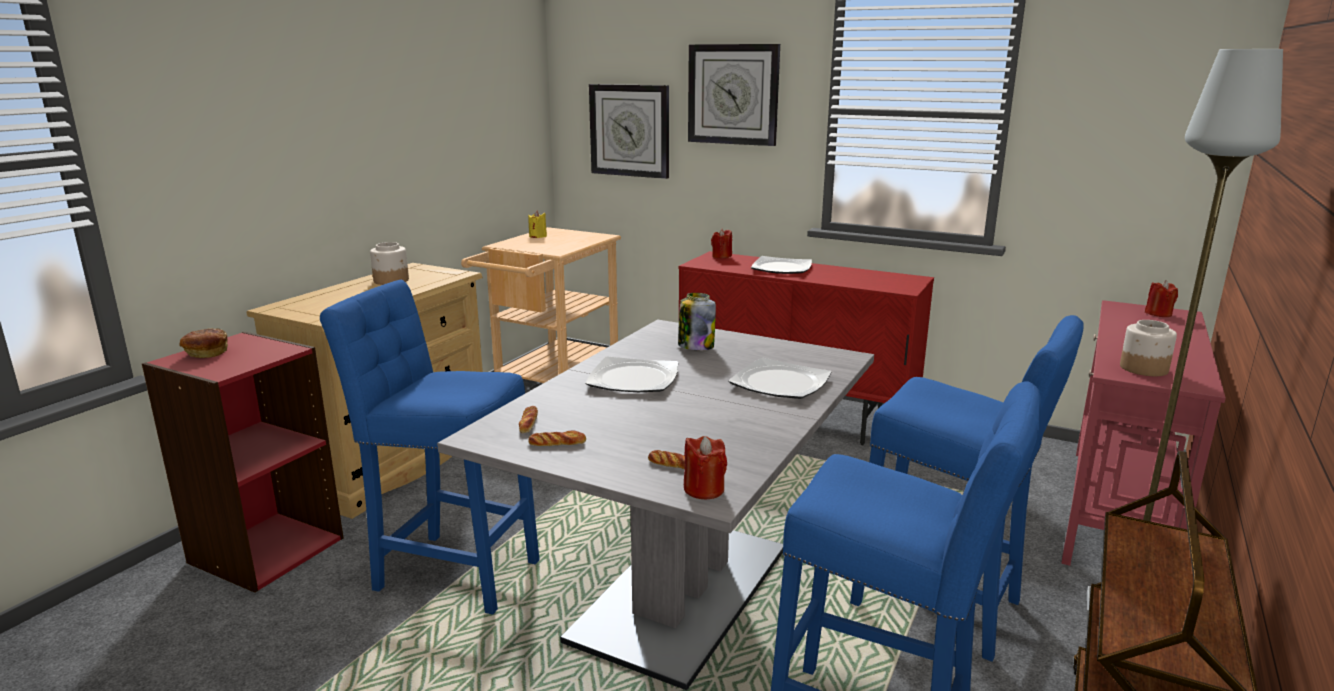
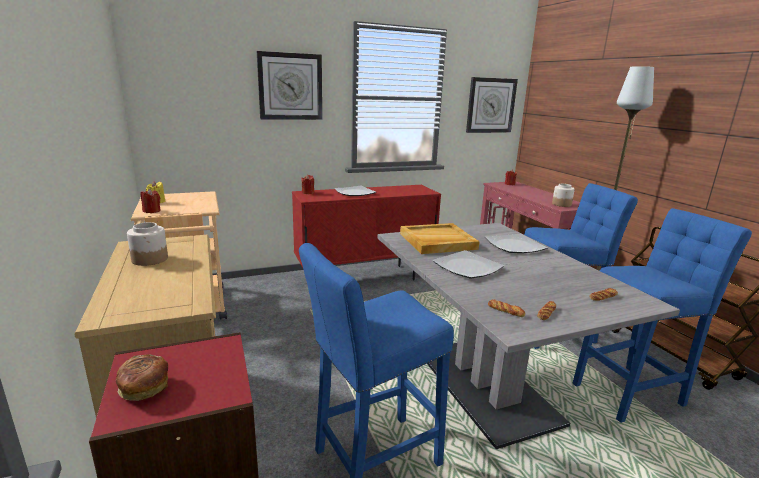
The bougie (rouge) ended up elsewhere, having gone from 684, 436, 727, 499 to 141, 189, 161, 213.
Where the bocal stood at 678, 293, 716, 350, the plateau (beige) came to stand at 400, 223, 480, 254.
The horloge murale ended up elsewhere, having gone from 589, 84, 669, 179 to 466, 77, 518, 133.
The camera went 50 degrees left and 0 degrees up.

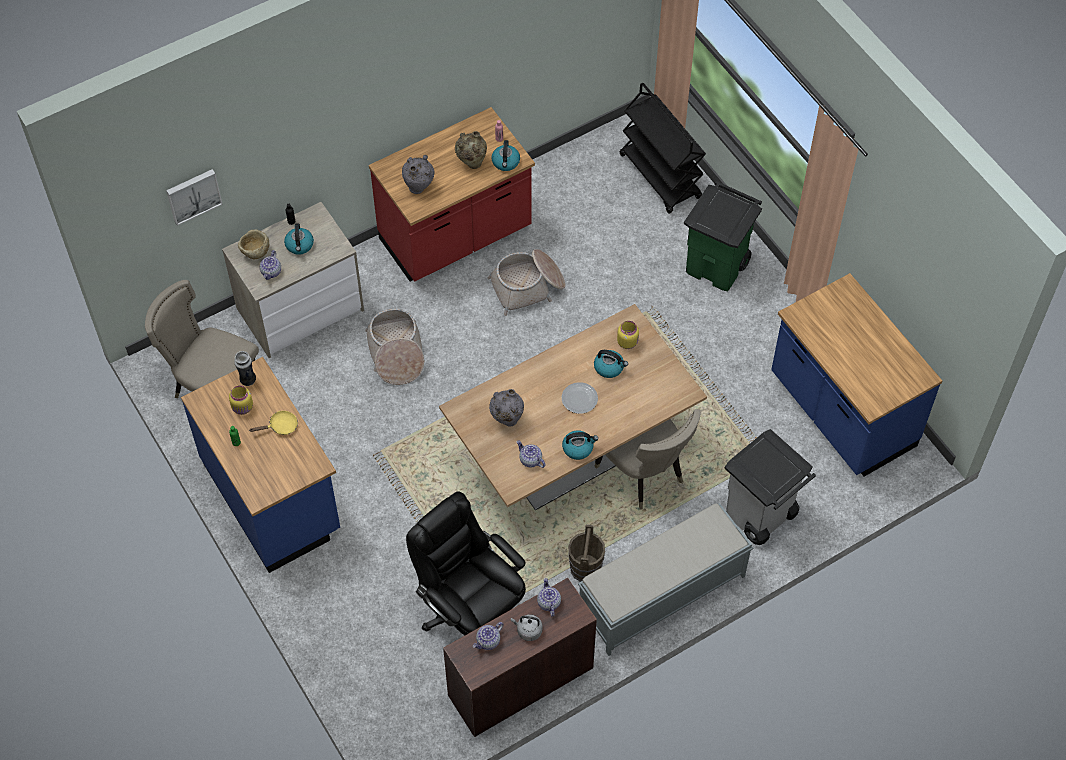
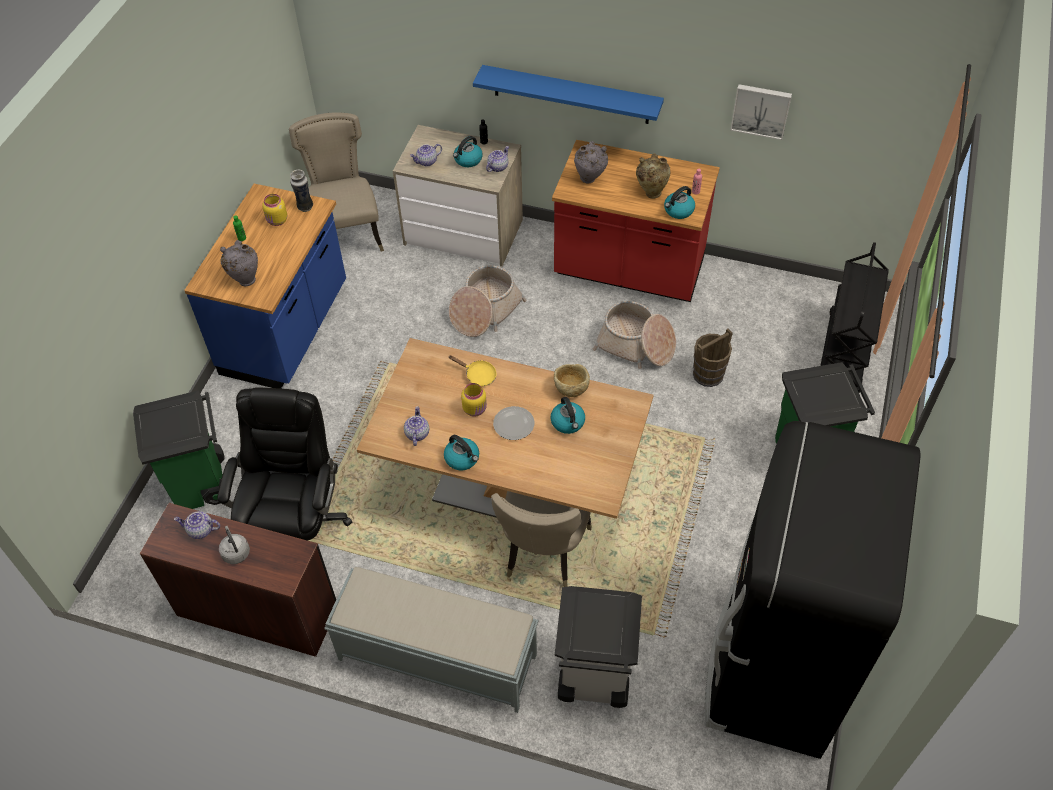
The second view gained the poubelle (vert) at 133, 391, 231, 509.
The vase (gris) ended up elsewhere, having gone from 489, 389, 524, 426 to 220, 240, 258, 286.
The poêle (jaune) ended up elsewhere, having gone from 249, 411, 298, 435 to 448, 355, 496, 386.
The bocal (jaune) ended up elsewhere, having gone from 617, 321, 639, 349 to 461, 383, 487, 417.
The second view gained the étagère (bleu) at 473, 65, 664, 124.
The théière ended up elsewhere, having gone from 537, 578, 561, 617 to 486, 146, 509, 172.
The bol (beige) ended up elsewhere, having gone from 238, 229, 269, 259 to 554, 364, 590, 397.
The seau (marron) ended up elsewhere, having gone from 568, 525, 605, 582 to 693, 328, 733, 387.
Where the comptoir de cuisine (bleu) stood at 771, 273, 942, 477, the réfrigérateur (noir) came to stand at 704, 421, 921, 759.
The tableau ended up elsewhere, having gone from 166, 169, 222, 226 to 730, 84, 792, 140.
The camera went 50 degrees right and 5 degrees down.

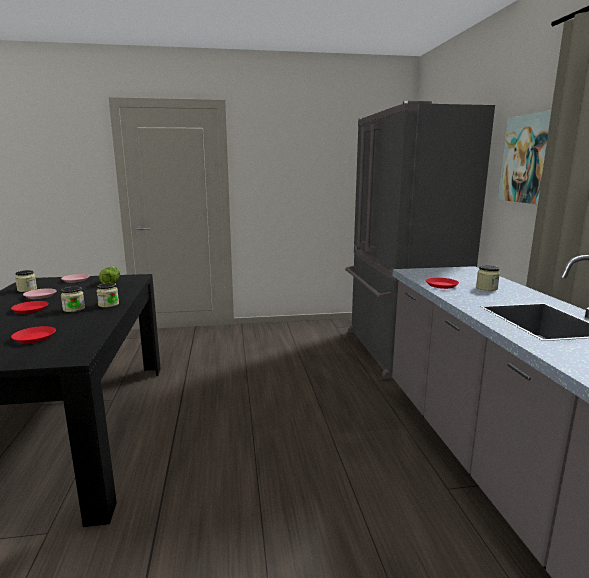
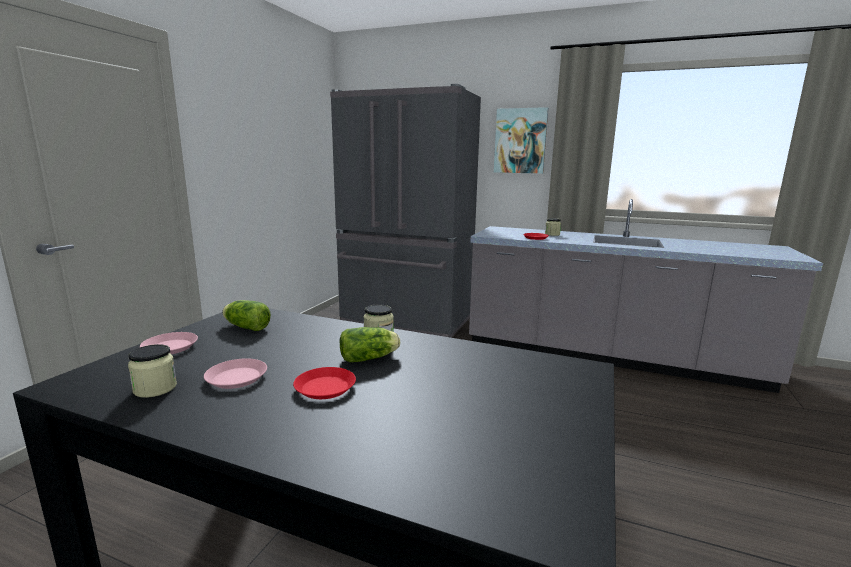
Where the bocal stood at 61, 286, 85, 312, the laitue came to stand at 340, 327, 400, 362.
The second view lost the assiette (rouge) at 11, 326, 56, 343.
The camera went 60 degrees left and 0 degrees up.

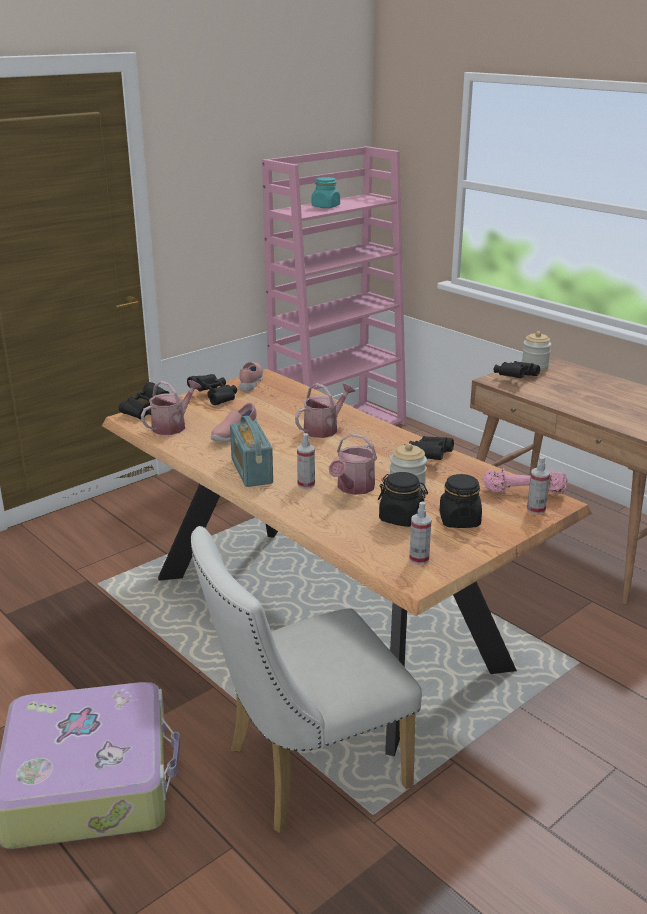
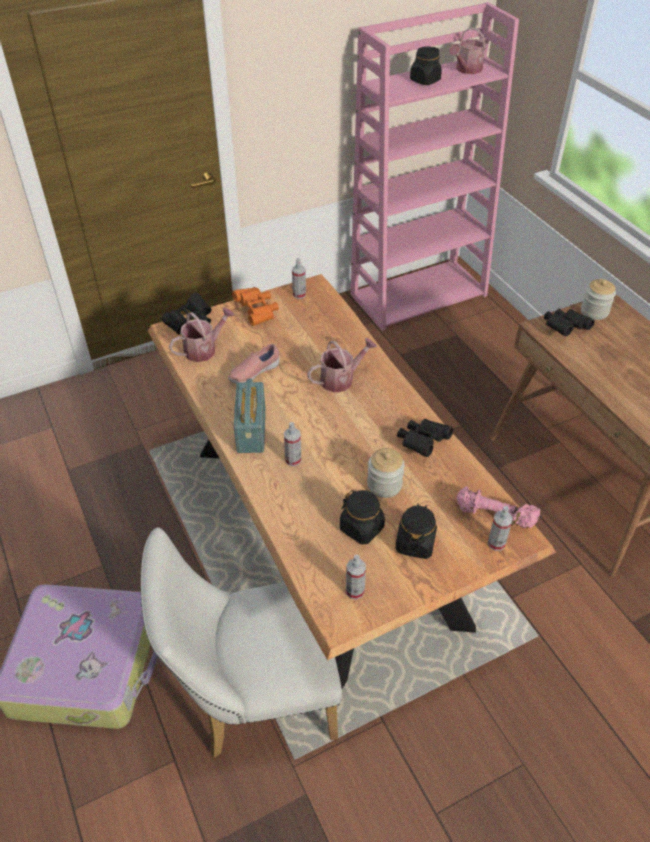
What was the jumelles (noir) at 187, 374, 237, 405 turned into the jumelles (orange) at 232, 287, 279, 326.
Where the chaussure (rose) stood at 240, 362, 263, 391, the vaporisateur came to stand at 292, 258, 306, 299.
What was the bocal (turquoise) at 312, 177, 340, 208 turned into the bocal (noir) at 410, 46, 442, 85.
The arrosoir ended up elsewhere, having gone from 329, 433, 377, 495 to 449, 27, 487, 74.
The camera went 15 degrees right and 20 degrees up.

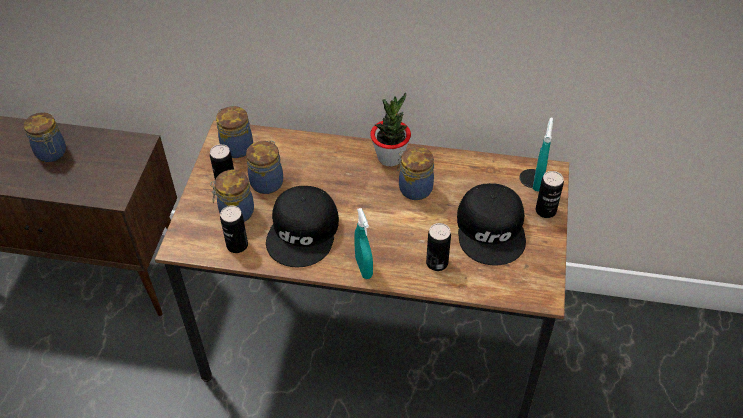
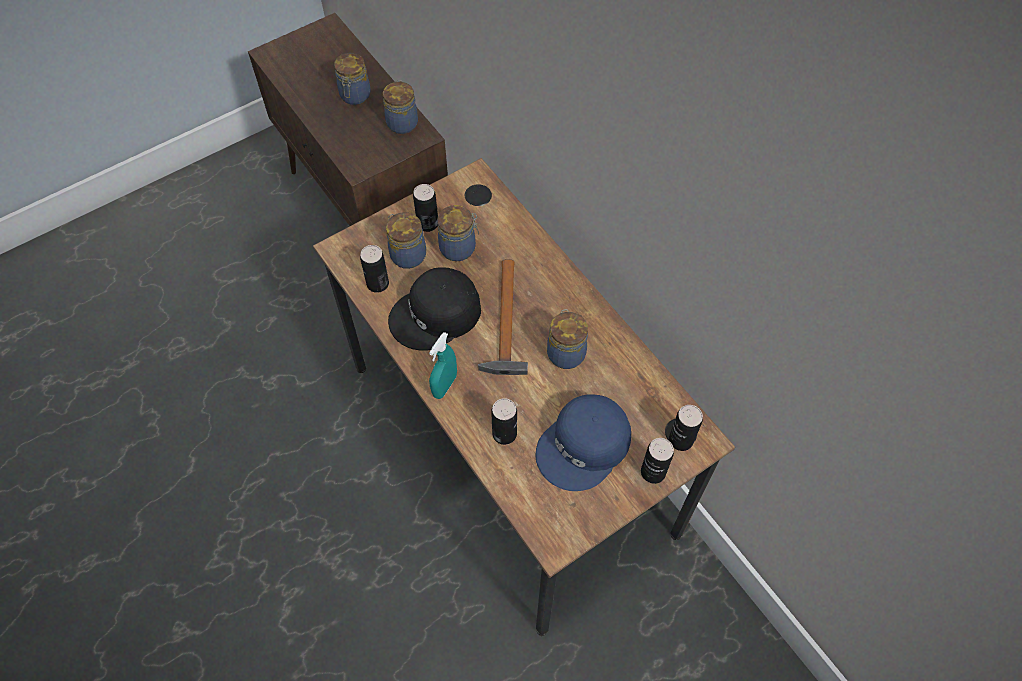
The bocal ended up elsewhere, having gone from 216, 106, 253, 158 to 383, 81, 418, 134.
The second view gained the marteau at 478, 259, 528, 375.
What was the casquette (noir) at 457, 183, 526, 265 turned into the casquette (bleu) at 535, 394, 631, 491.
Where the vaporisateur (turquoise) stood at 533, 118, 553, 192, the boîte métallique came to stand at 669, 405, 703, 451.
The second view lost the plante en pot at 370, 92, 411, 166.
The camera went 45 degrees right and 10 degrees up.

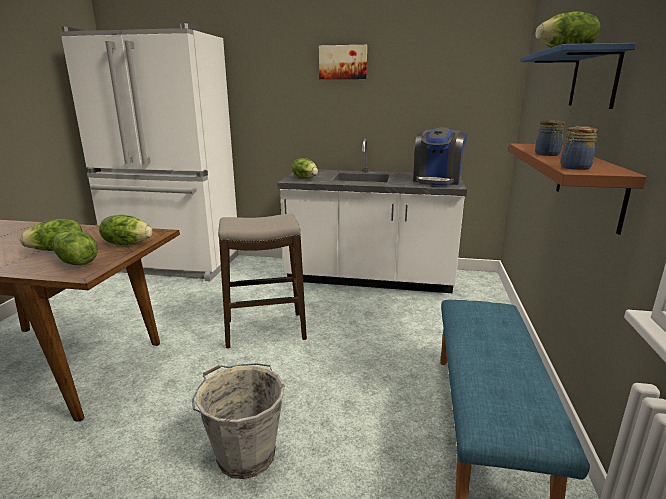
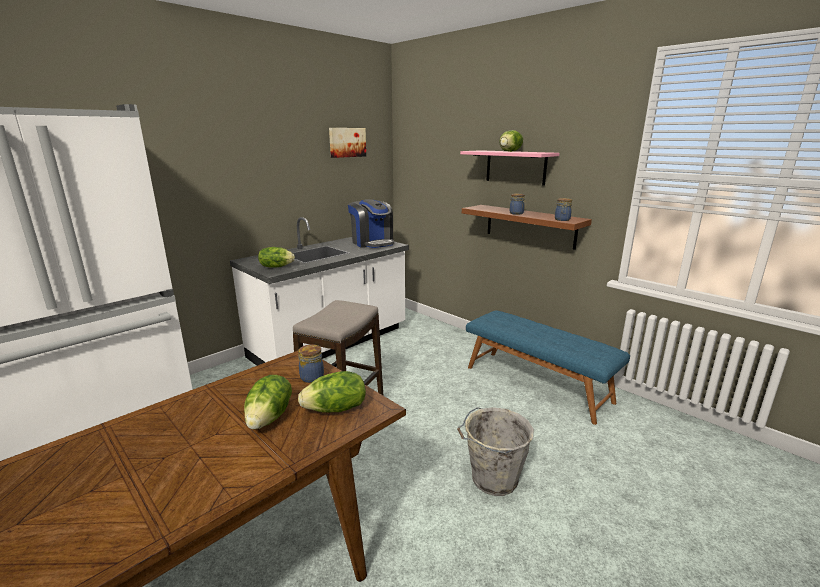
Where the laitue stood at 99, 215, 152, 245, the bocal came to stand at 298, 344, 324, 383.
The tableau ended up elsewhere, having gone from 319, 45, 367, 79 to 329, 128, 366, 158.
What was the étagère (bleu) at 520, 43, 636, 109 turned into the étagère (rose) at 460, 150, 559, 186.
The camera went 55 degrees left and 0 degrees up.

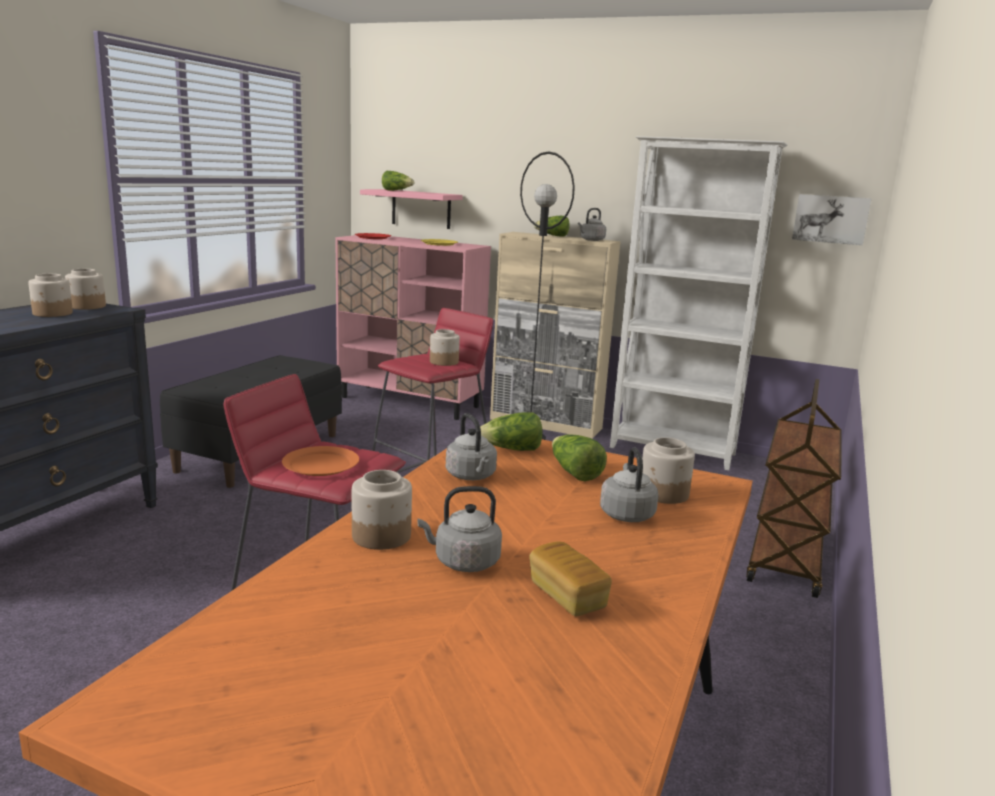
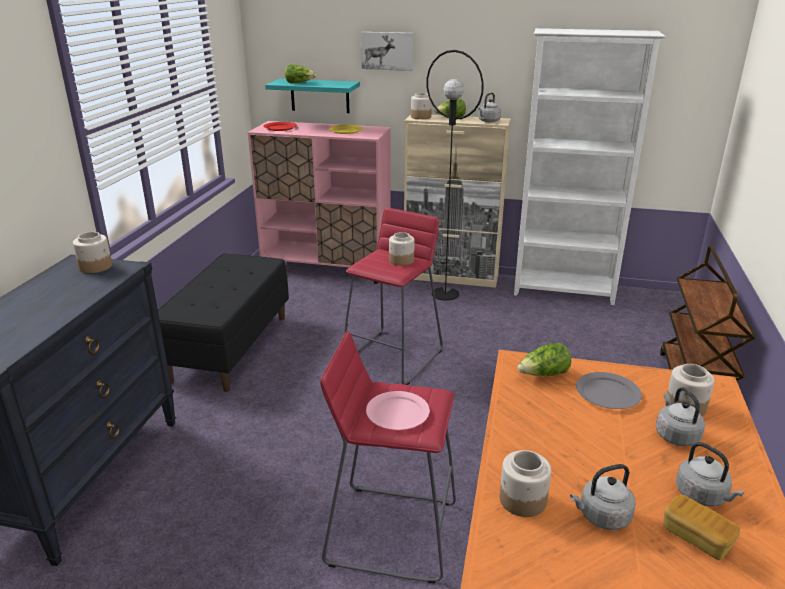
What was the étagère (rose) at 360, 189, 463, 229 turned into the étagère (turquoise) at 265, 79, 360, 113.
The tableau ended up elsewhere, having gone from 792, 194, 871, 245 to 361, 32, 413, 71.
What was the assiette (orange) at 282, 446, 359, 476 turned into the assiette (rose) at 366, 391, 430, 430.
The bocal ended up elsewhere, having gone from 28, 274, 73, 317 to 411, 93, 432, 119.
Where the laitue stood at 552, 434, 607, 481, the assiette (gris) came to stand at 576, 372, 642, 409.
The bouilloire (gris) ended up elsewhere, having gone from 446, 413, 497, 480 to 676, 442, 744, 507.
The camera went 10 degrees left and 10 degrees up.

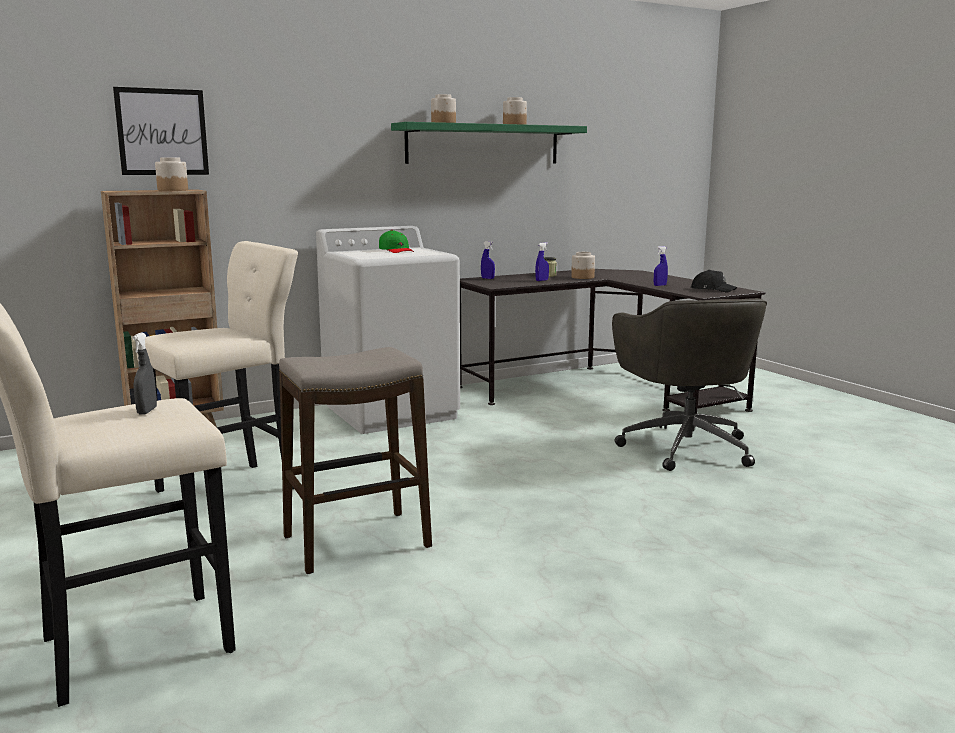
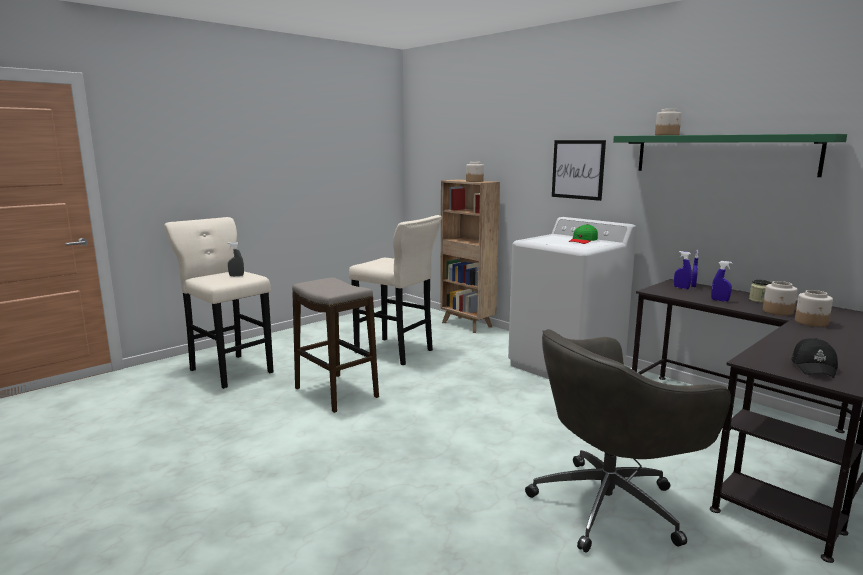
The tableau ended up elsewhere, having gone from 113, 87, 209, 175 to 552, 140, 606, 201.
The vaporisateur (bleu) ended up elsewhere, having gone from 654, 246, 668, 286 to 674, 251, 692, 289.
The bocal ended up elsewhere, having gone from 503, 97, 527, 125 to 795, 290, 833, 327.
The camera went 75 degrees right and 0 degrees up.

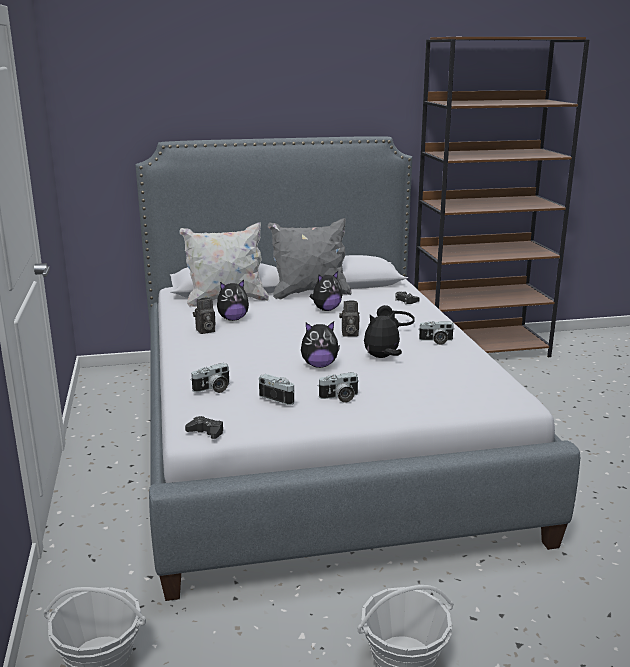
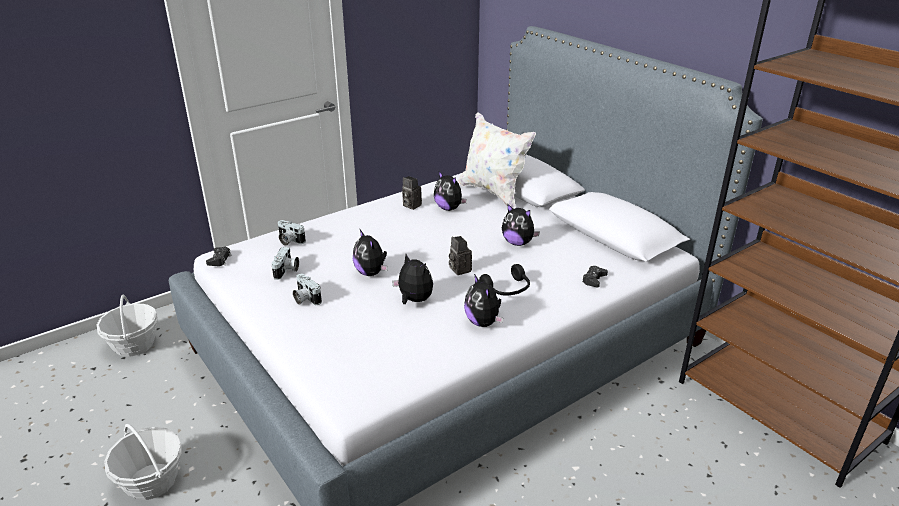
Where the appareil photo stood at 418, 321, 455, 345, the peluche came to stand at 464, 274, 503, 327.
The second view lost the coussin (gris) at 268, 218, 352, 299.
The camera went 65 degrees right and 10 degrees up.

